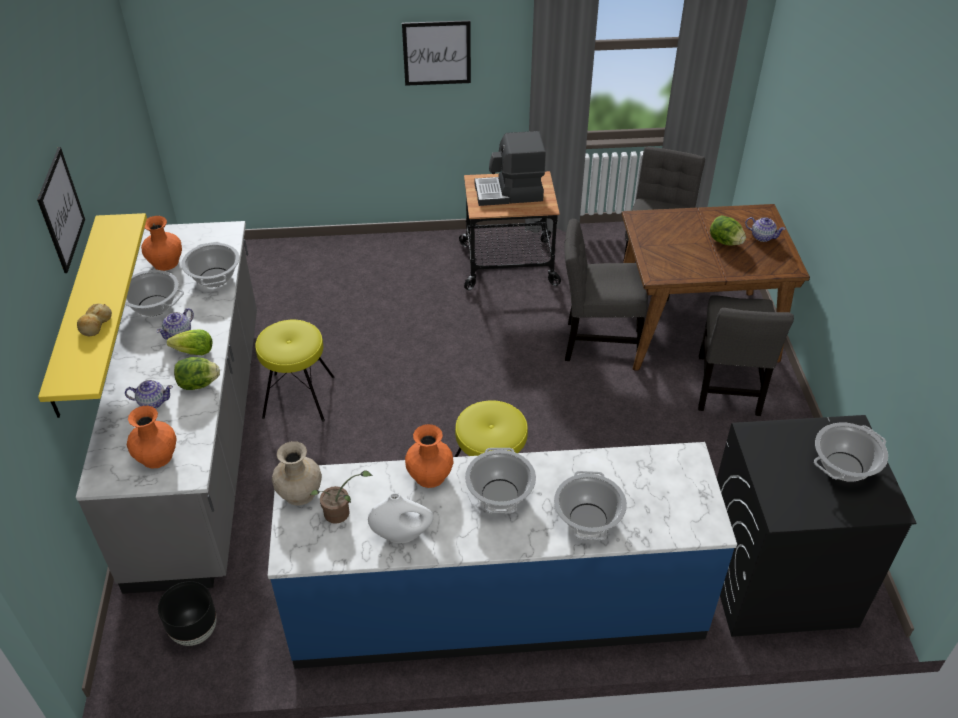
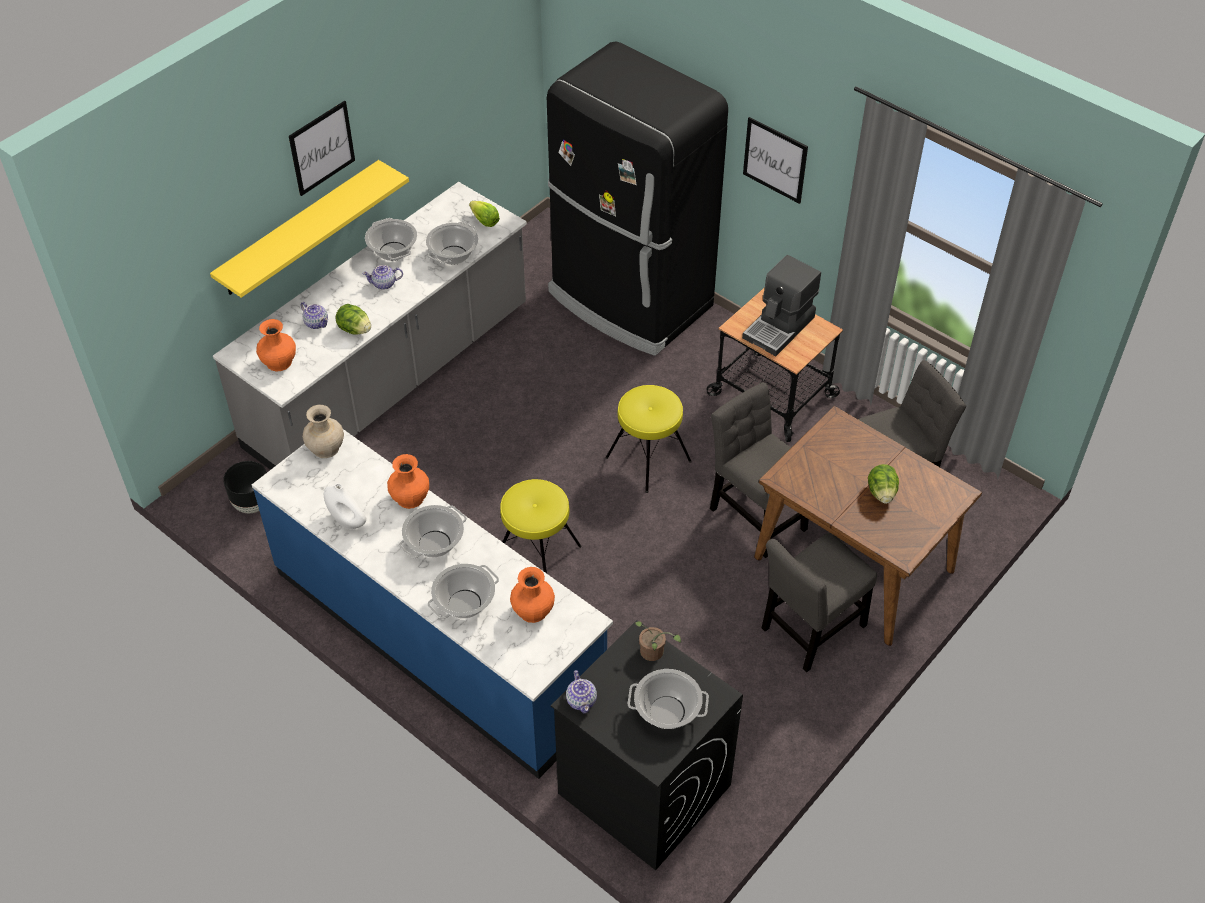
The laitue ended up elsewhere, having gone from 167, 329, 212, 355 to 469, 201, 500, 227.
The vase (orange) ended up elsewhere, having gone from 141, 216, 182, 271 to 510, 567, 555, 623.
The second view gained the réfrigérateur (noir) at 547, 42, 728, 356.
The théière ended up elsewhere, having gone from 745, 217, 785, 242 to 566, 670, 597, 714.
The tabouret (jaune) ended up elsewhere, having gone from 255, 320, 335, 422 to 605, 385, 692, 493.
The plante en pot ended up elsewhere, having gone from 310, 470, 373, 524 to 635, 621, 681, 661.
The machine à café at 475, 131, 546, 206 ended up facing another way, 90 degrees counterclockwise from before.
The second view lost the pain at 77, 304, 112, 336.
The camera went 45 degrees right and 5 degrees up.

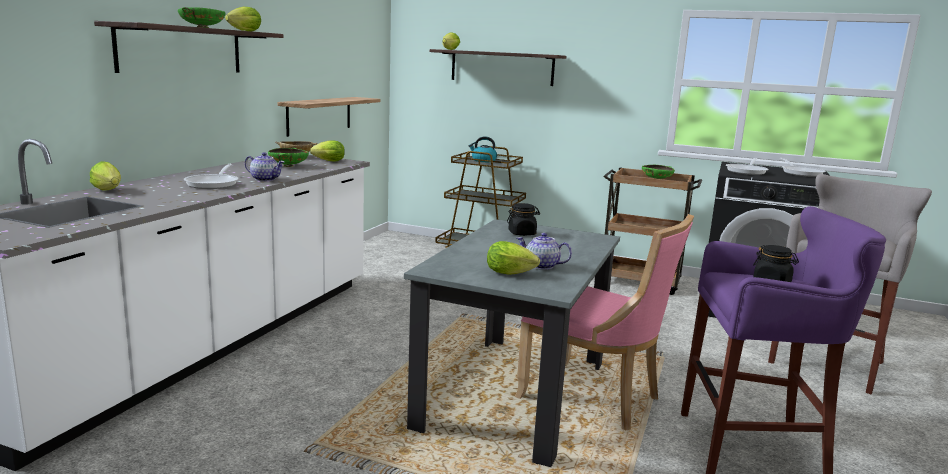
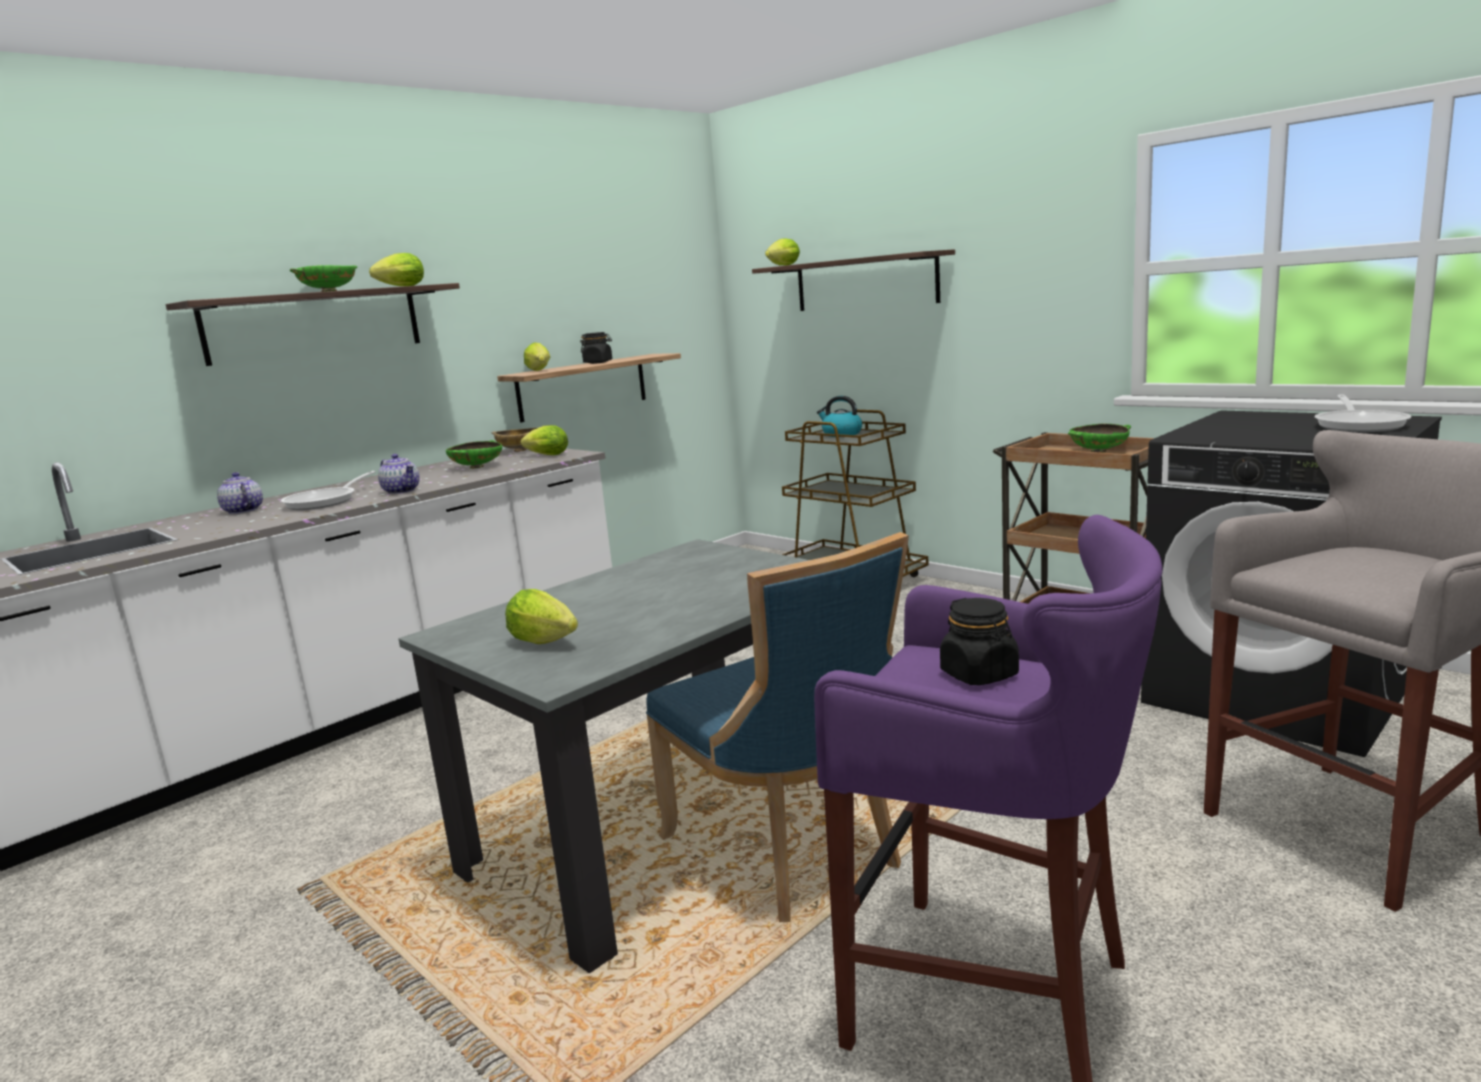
The théière ended up elsewhere, having gone from 517, 233, 572, 270 to 217, 472, 263, 514.
The laitue ended up elsewhere, having gone from 90, 161, 121, 191 to 524, 342, 550, 371.
The bocal (noir) ended up elsewhere, having gone from 507, 203, 540, 236 to 580, 332, 612, 364.
What was the chaise (rose) at 515, 214, 694, 430 turned into the chaise (bleu) at 646, 532, 909, 922.
The second view lost the poêle at 726, 158, 768, 175.
The camera went 25 degrees right and 0 degrees up.

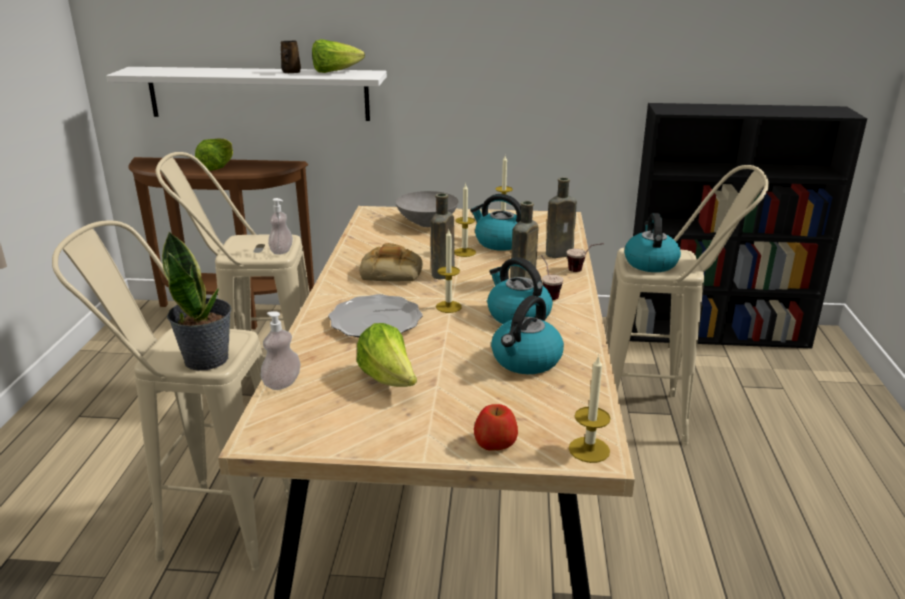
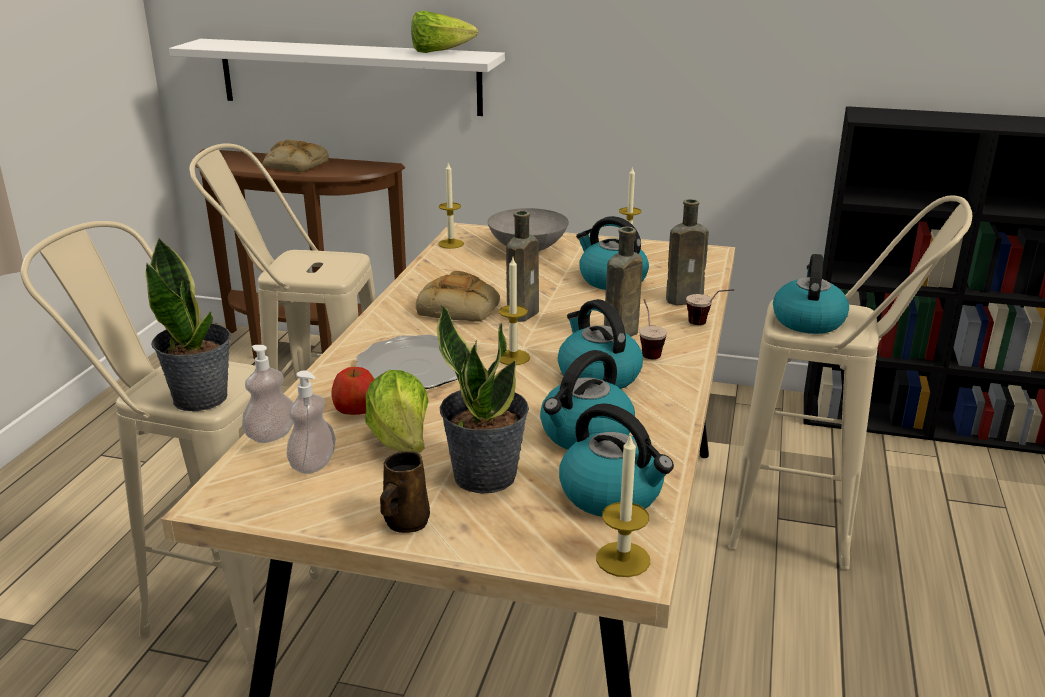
Where the laitue stood at 195, 138, 233, 171, the pain came to stand at 263, 140, 329, 172.
The distributeur de savon ended up elsewhere, having gone from 268, 198, 293, 255 to 287, 370, 336, 474.
The pomme ended up elsewhere, having gone from 474, 404, 518, 451 to 332, 367, 375, 415.
The mug (marron) ended up elsewhere, having gone from 281, 40, 301, 73 to 380, 451, 430, 533.
The second view gained the plante en pot at 437, 304, 529, 494.
The bougie ended up elsewhere, having gone from 455, 183, 476, 257 to 438, 162, 464, 249.
The second view gained the bouilloire at 559, 403, 674, 517.
The camera went 10 degrees right and 0 degrees up.

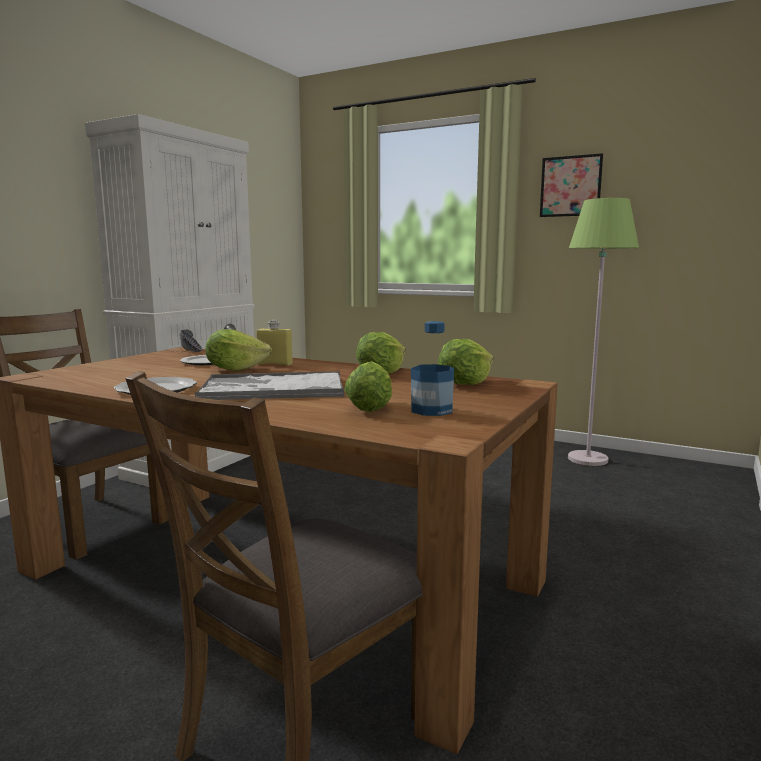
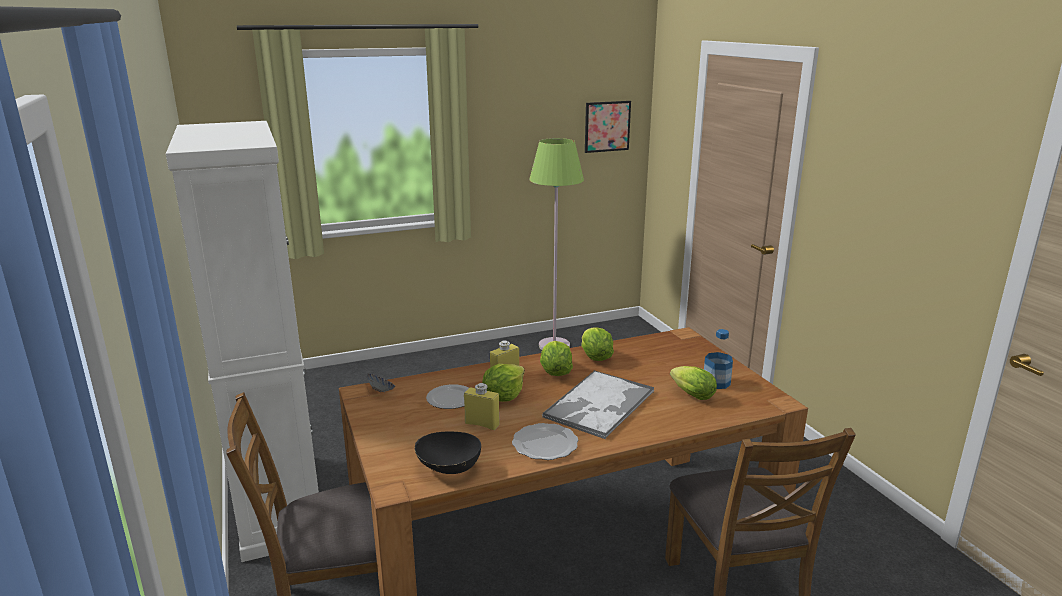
The second view gained the bol (noir) at 414, 432, 481, 474.
The second view gained the bouteille (jaune) at 464, 383, 500, 430.
The laitue ended up elsewhere, having gone from 438, 339, 493, 385 to 540, 341, 573, 376.
The tableau ended up elsewhere, having gone from 540, 153, 603, 217 to 585, 101, 631, 153.
The camera went 50 degrees left and 10 degrees up.

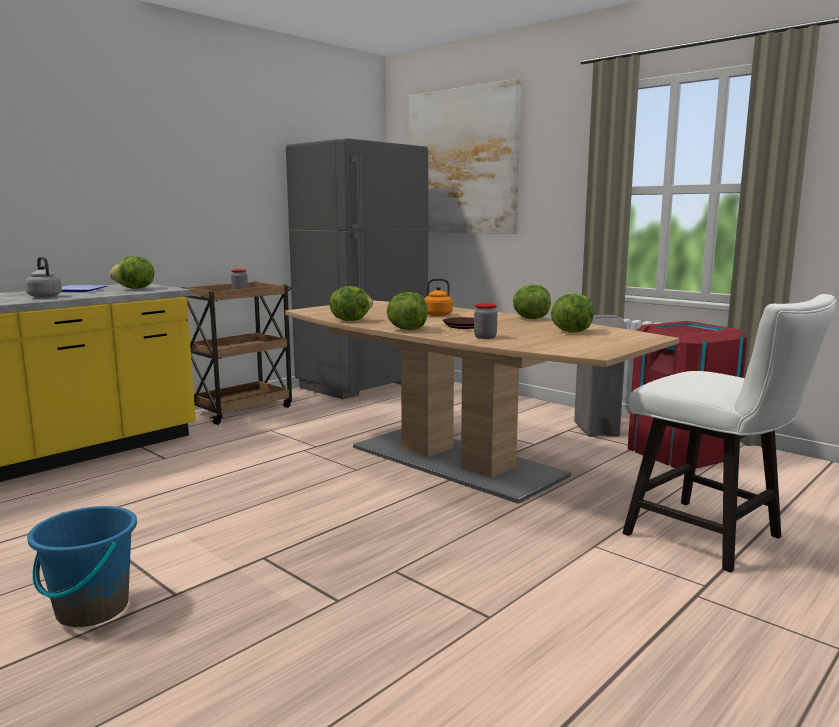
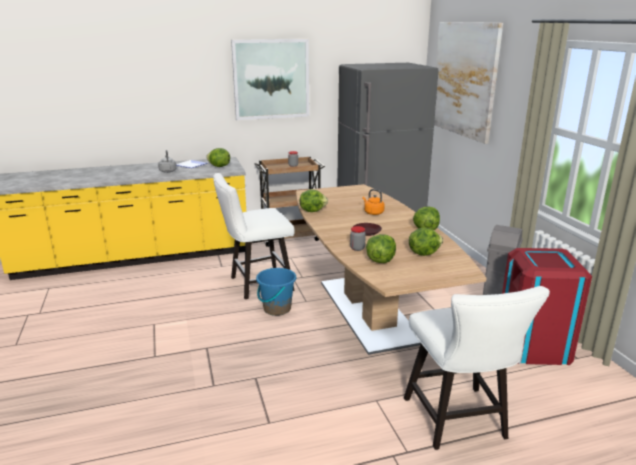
The second view gained the chaise (blanc) at 213, 173, 295, 299.
The second view gained the tableau at 231, 39, 309, 120.
The seau (bleu) ended up elsewhere, having gone from 27, 506, 137, 627 to 256, 268, 296, 316.
The laitue ended up elsewhere, having gone from 387, 292, 427, 330 to 366, 234, 396, 263.
The camera went 30 degrees right and 10 degrees up.

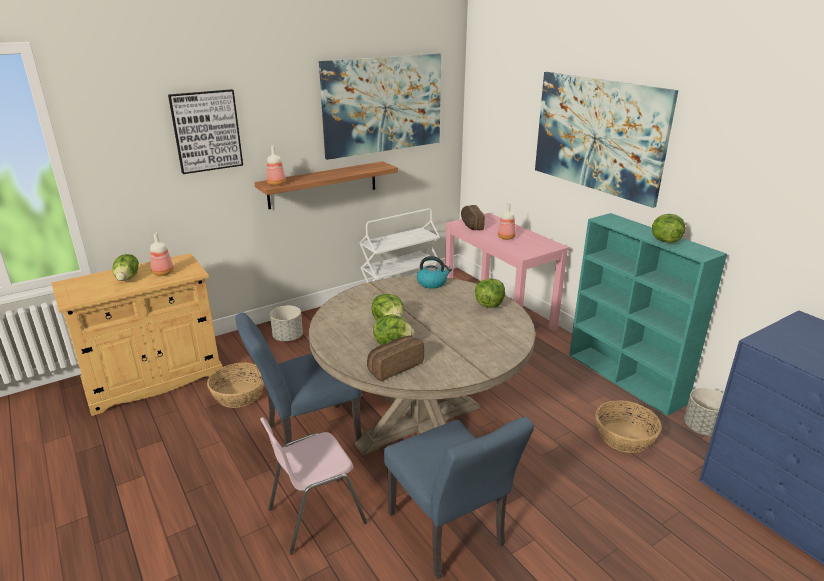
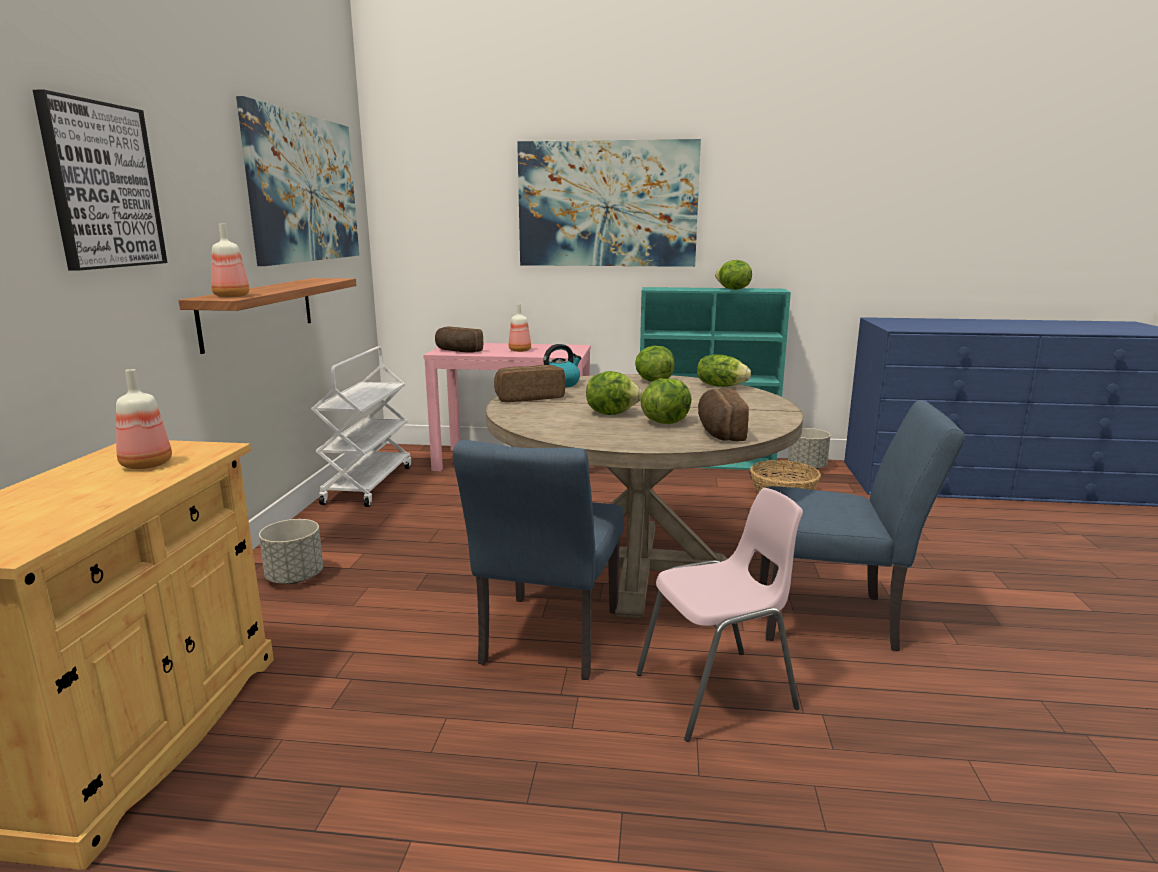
The second view gained the pain at 494, 365, 565, 402.
The chaise (rose) at 260, 417, 367, 555 ended up facing another way, 120 degrees counterclockwise from before.
The laitue ended up elsewhere, having gone from 112, 254, 139, 281 to 697, 355, 751, 387.
The second view lost the panier at 207, 363, 264, 408.
The camera went 50 degrees left and 10 degrees down.

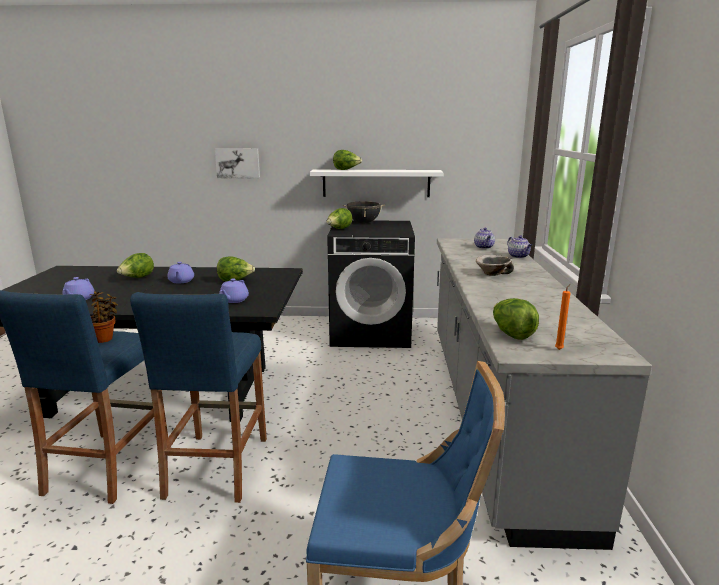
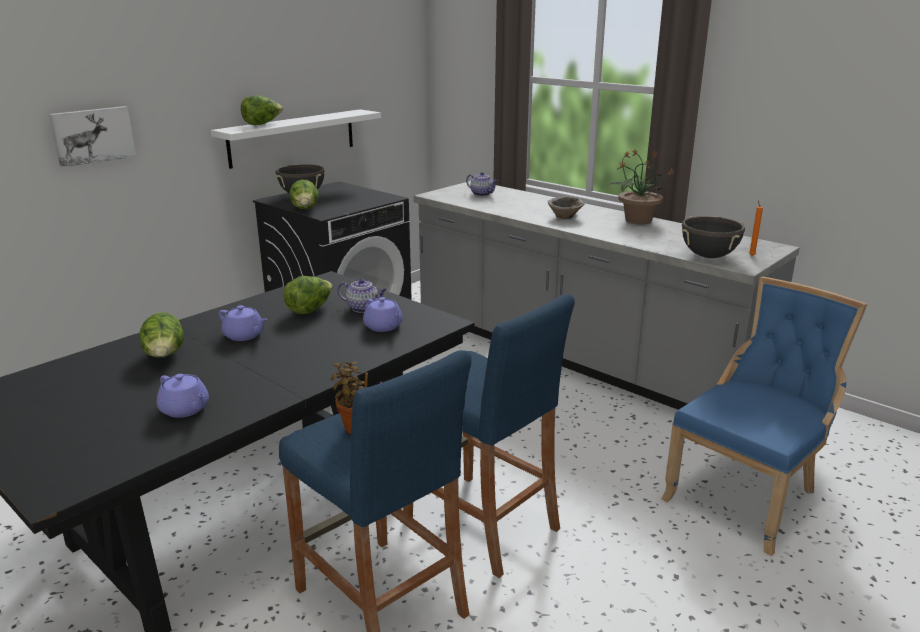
The théière ended up elsewhere, having gone from 507, 235, 532, 258 to 338, 278, 387, 313.
The second view gained the plante en pot at 608, 149, 675, 224.
Where the laitue stood at 493, 298, 539, 340, the marmite (noir) came to stand at 682, 216, 745, 258.
The camera went 50 degrees left and 5 degrees up.

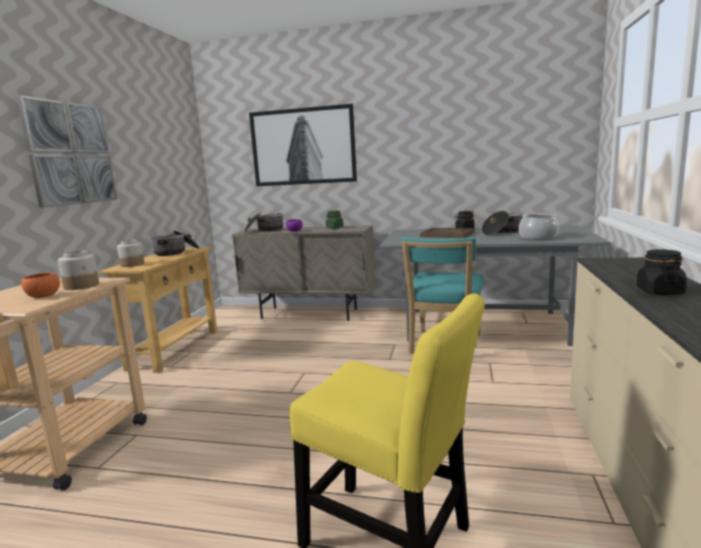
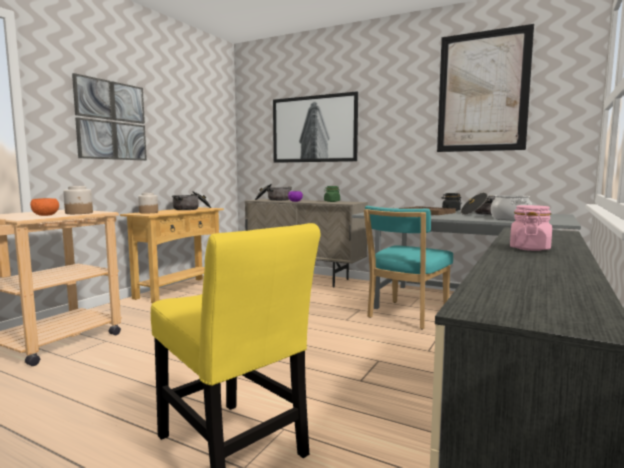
The second view gained the tableau at 437, 24, 534, 152.
What was the bocal (noir) at 637, 249, 687, 295 turned into the bocal (rose) at 510, 205, 552, 251.
The camera went 15 degrees right and 5 degrees down.

